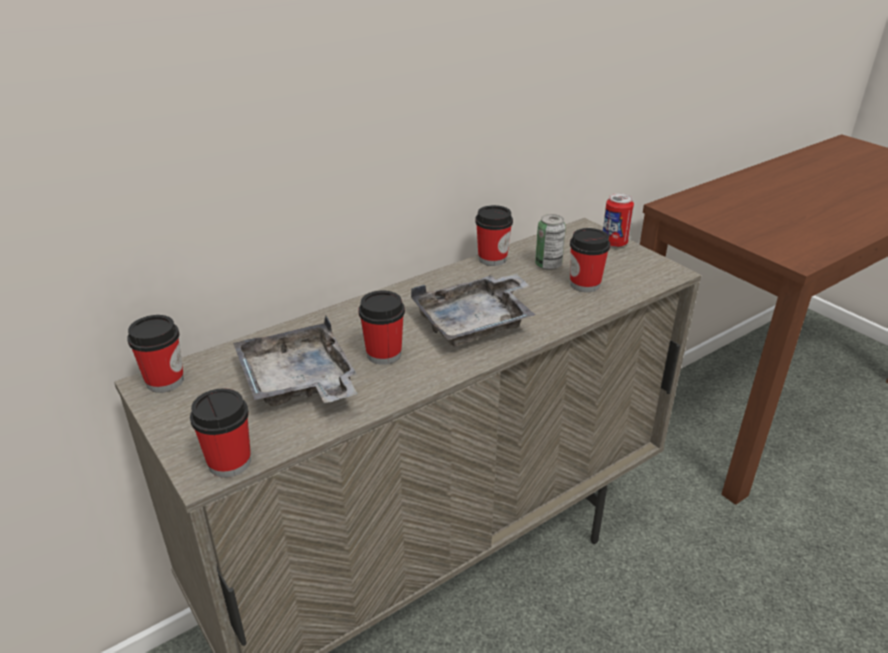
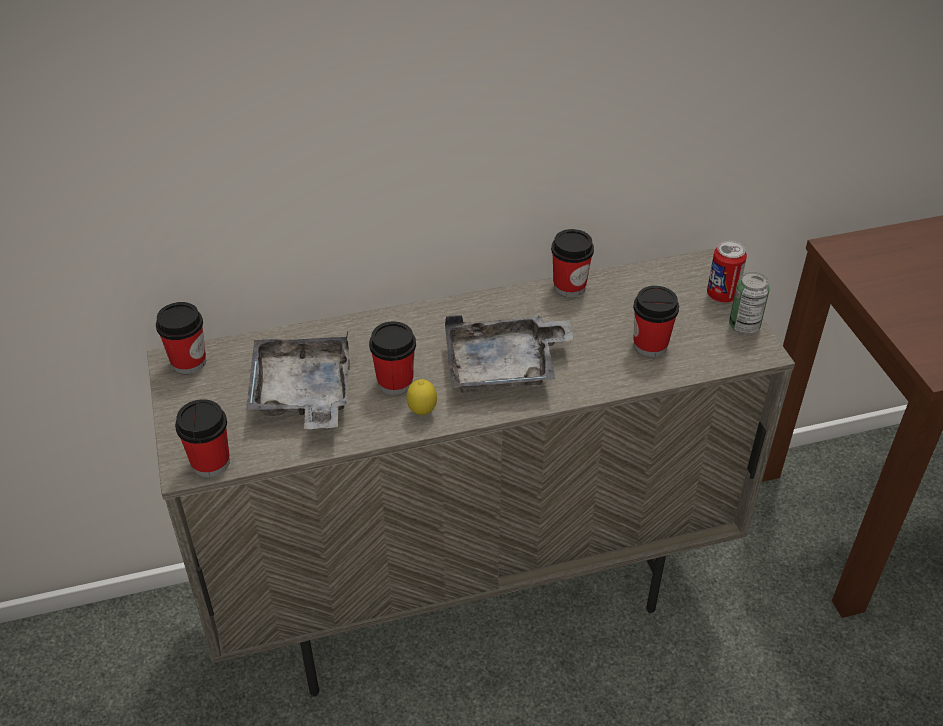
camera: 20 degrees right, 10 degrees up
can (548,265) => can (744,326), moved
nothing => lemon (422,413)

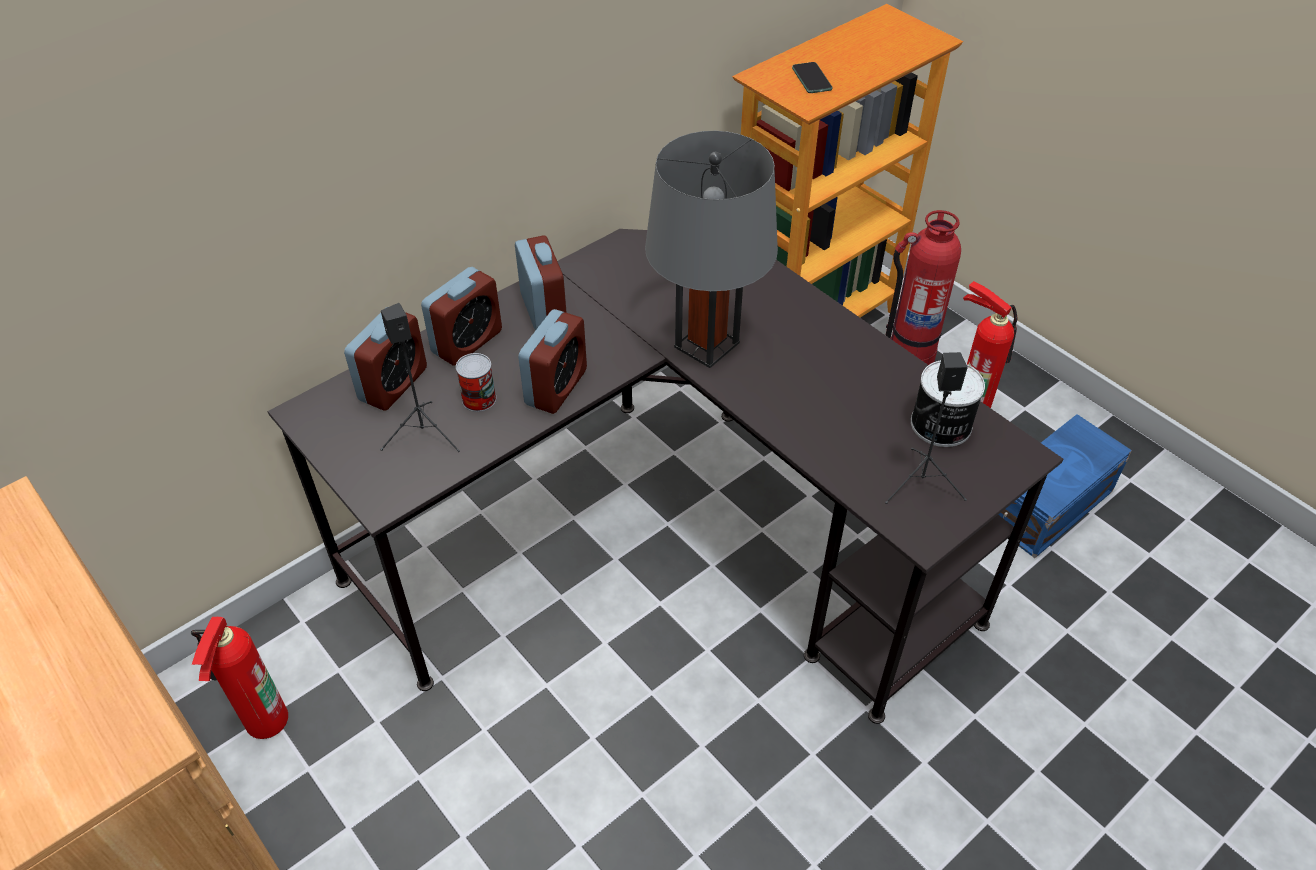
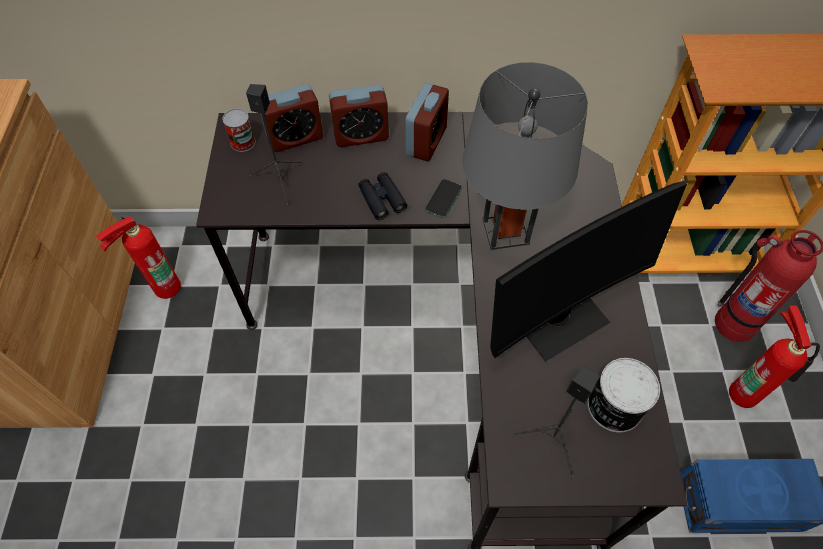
camera: 40 degrees right, 10 degrees up
can (479,399) => can (243,142), moved
alarm clock (556,387) => binoculars/black (382,199)
phone (811,79) => phone (443,199), moved
nothing => monitor (557,318)

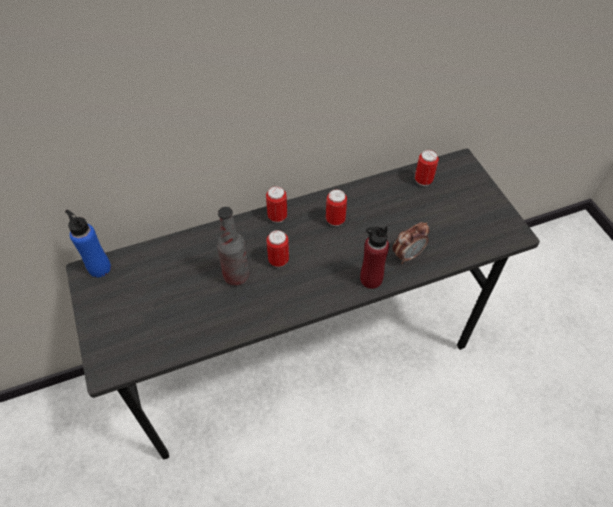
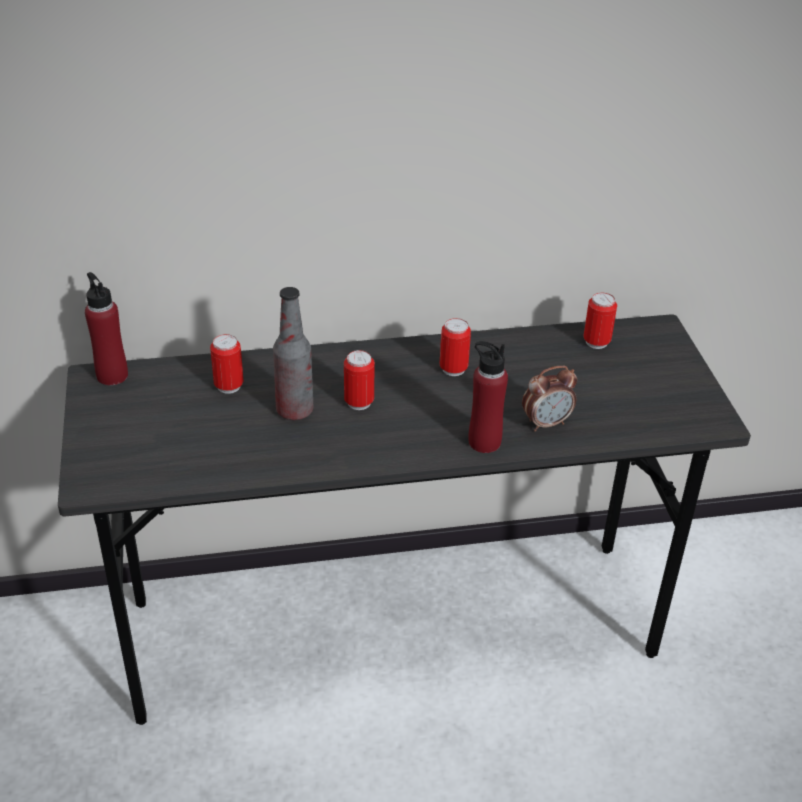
camera: 10 degrees right, 15 degrees down
bottle/blue (99,268) => bottle/red (112,375)
can (277,217) => can (229,386), moved

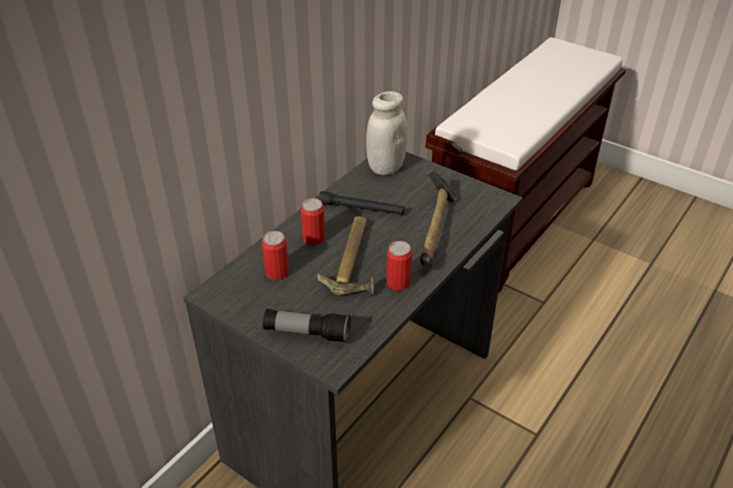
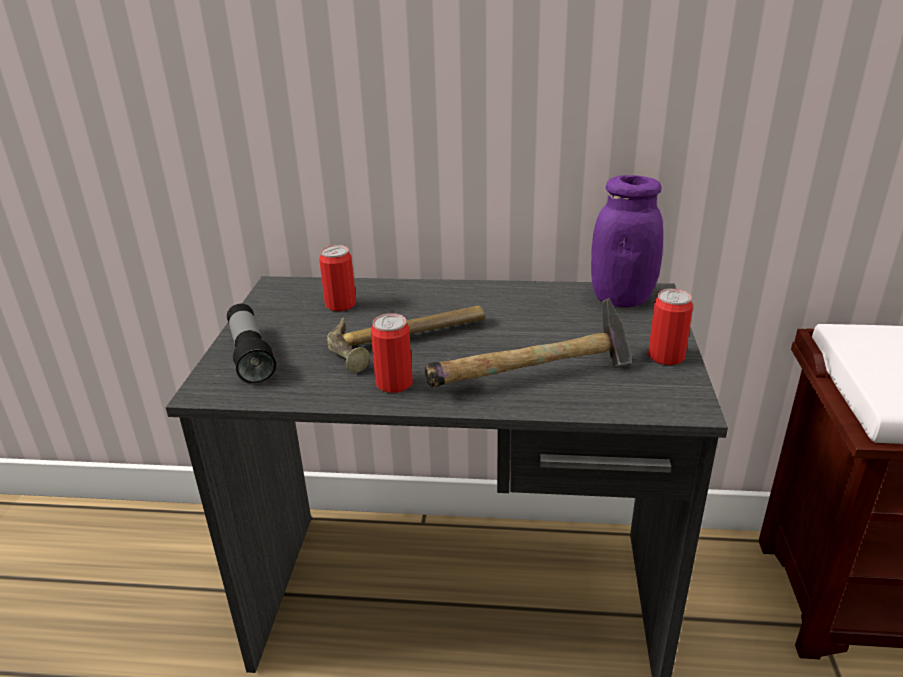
camera: 60 degrees right, 10 degrees down
can (314,238) => can (666,356), moved
flashlight/black (361,209) => nothing
jar/white (385,167) => jar/purple (621,299)

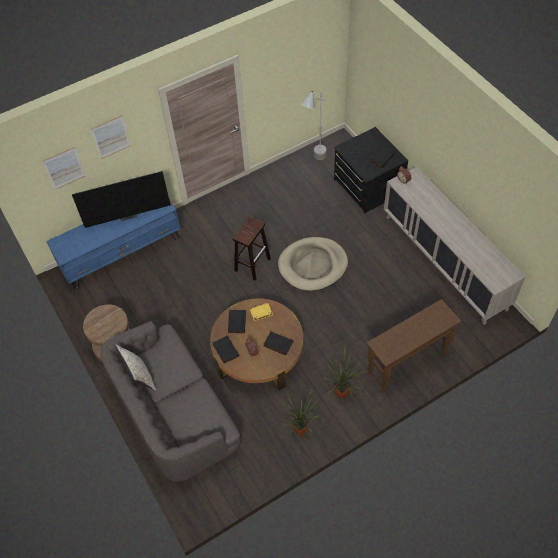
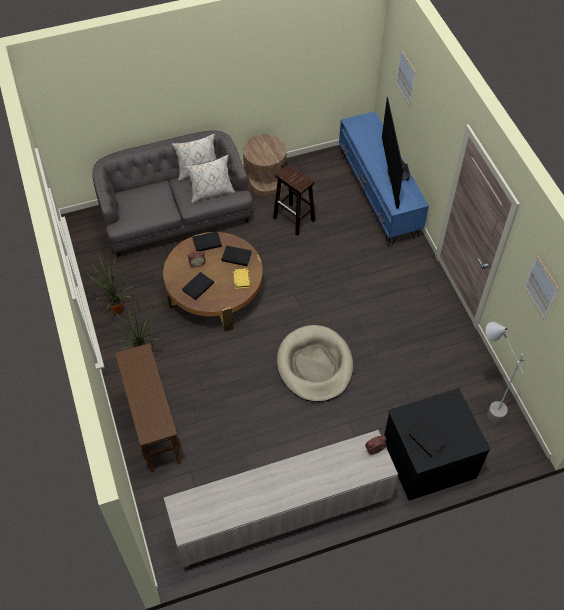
camera: 100 degrees right, 0 degrees up
picture (111,137) => picture (540,287), moved
stool/brown (252,264) => stool/brown (294,219), moved
nothing => pillow/beige (211,192)

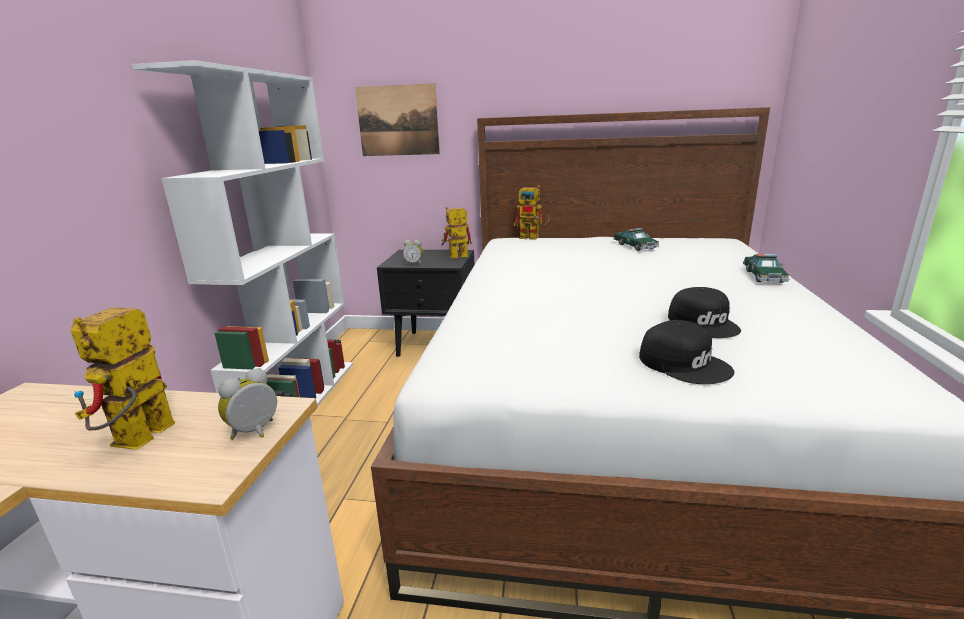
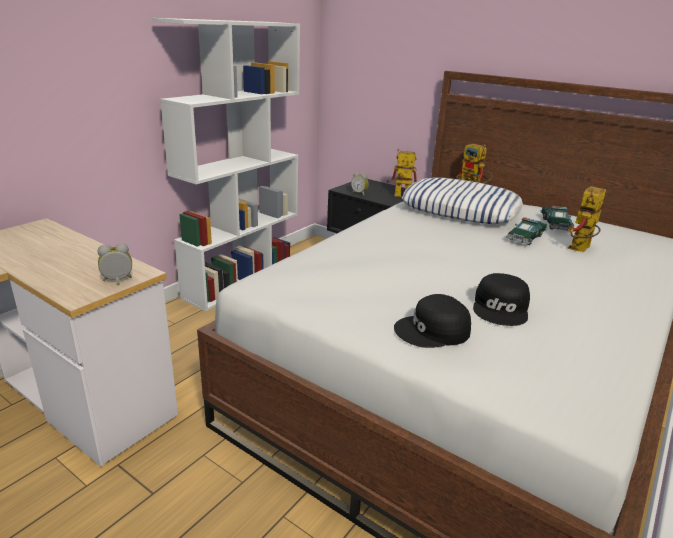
camera: 25 degrees right, 5 degrees up
toy robot (138,442) => toy robot (579,250), moved
picture (398,121) => nothing
cap/black (684,363) => cap/black (433,331), 90 degrees clockwise
toy car (763,276) => toy car (526,237), moved
nothing => pillow (461,209)

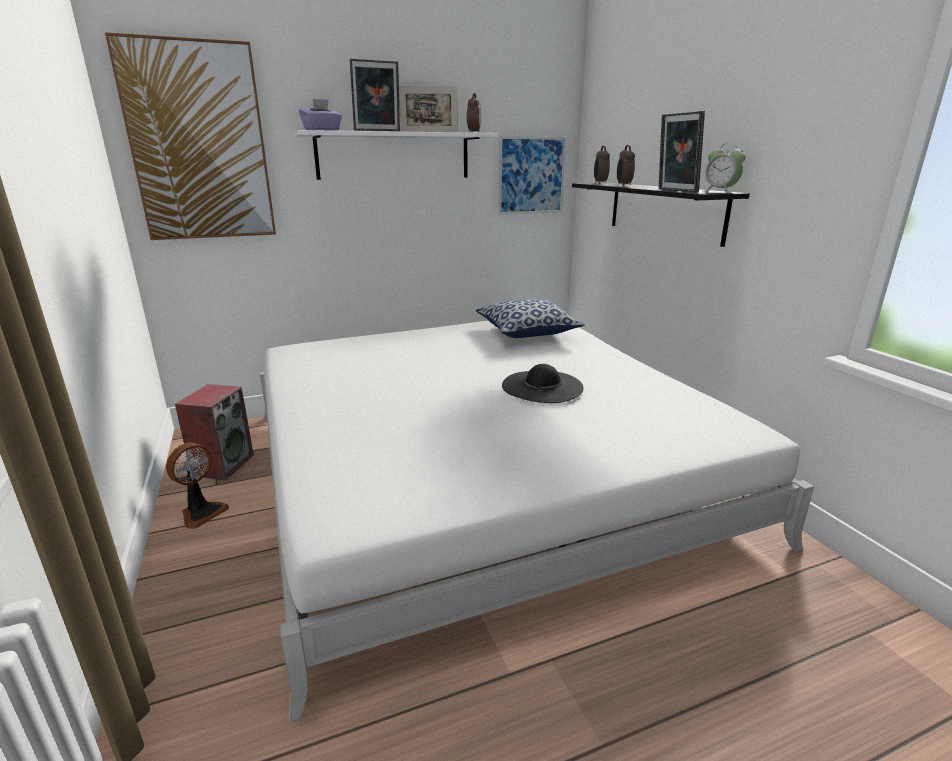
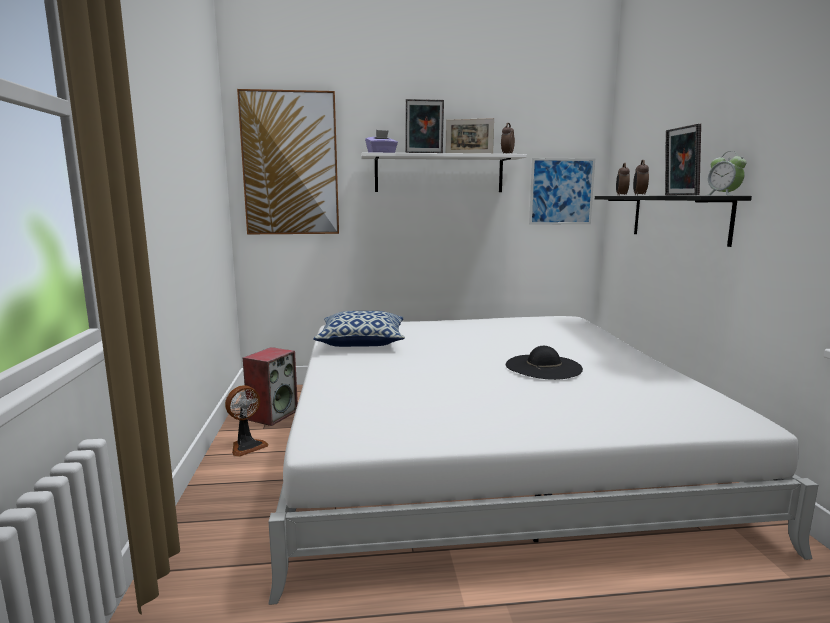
camera: 15 degrees right, 10 degrees down
pillow (527,332) => pillow (362,343), moved

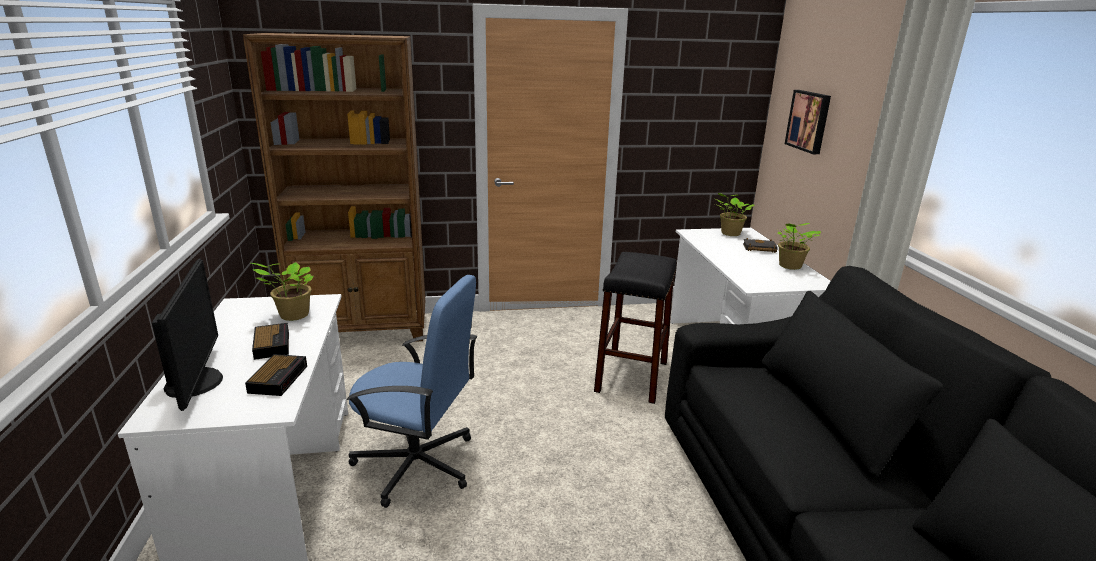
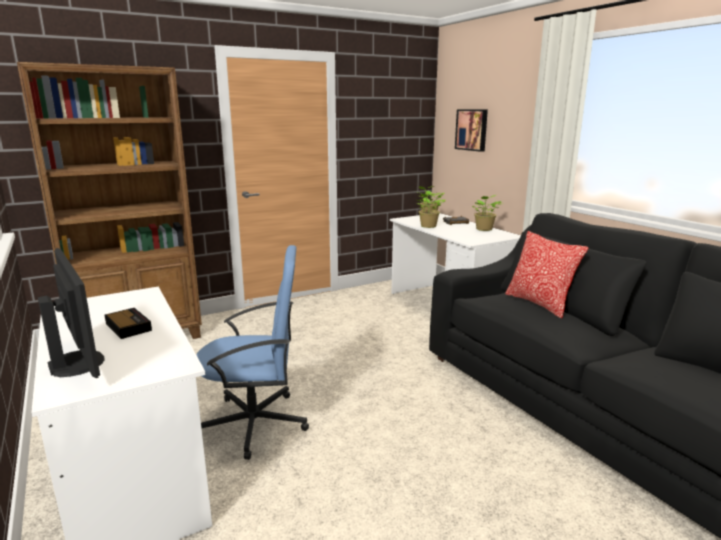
camera: 20 degrees left, 5 degrees down
alarm clock (279,378) => nothing
potted plant (292,316) => potted plant (428,226), moved
stool/black (632,376) => nothing
nothing => pillow (539,304)

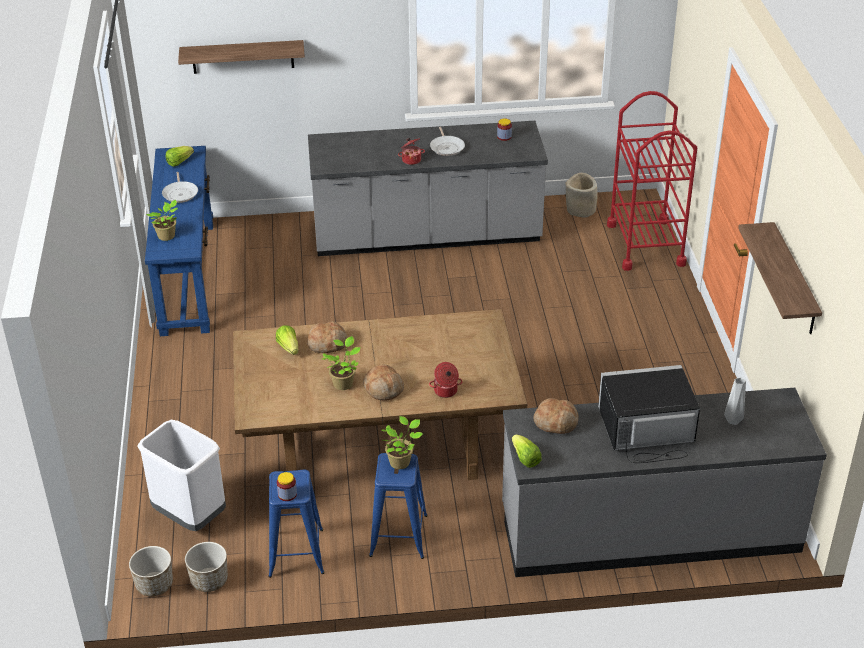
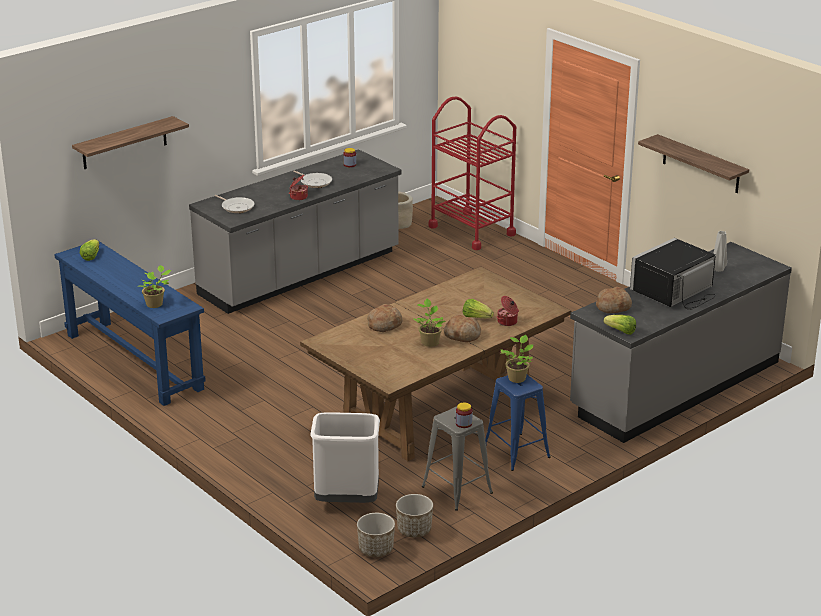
camera: 35 degrees left, 10 degrees down
frying pan (180,193) => frying pan (236,207), moved
stool/blue (296,553) => stool/grey (457,490)
lettuce (289,347) => lettuce (476,317), moved

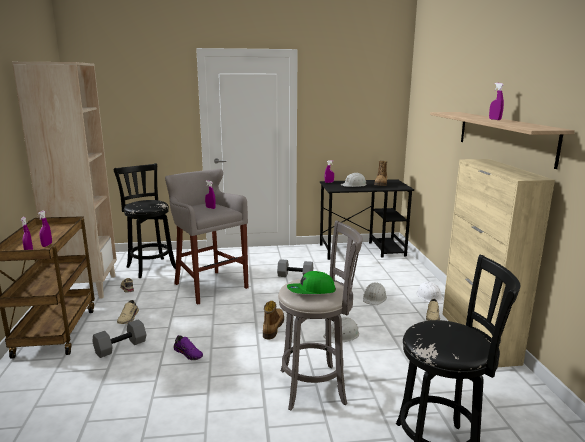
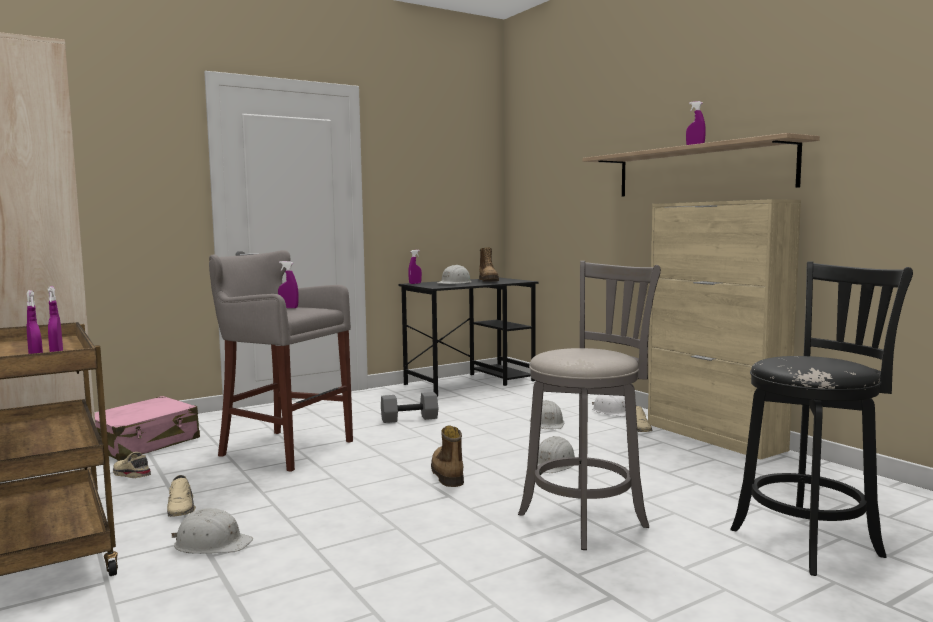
camera: 25 degrees left, 10 degrees down
dumbbell/grey (121,346) => hard hat/white (212,544)
stool/black (150,267) => suitcase/pink (144,443)
shoe/purple (189,353) => nothing
cap/green (311,291) => nothing

